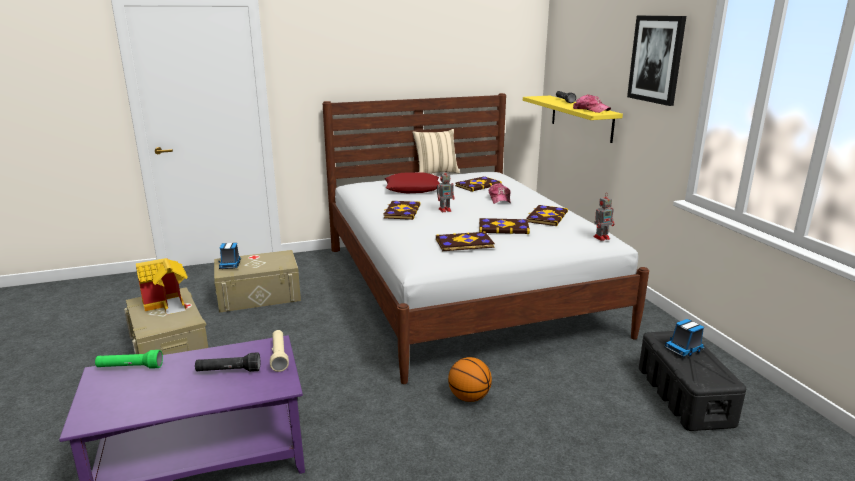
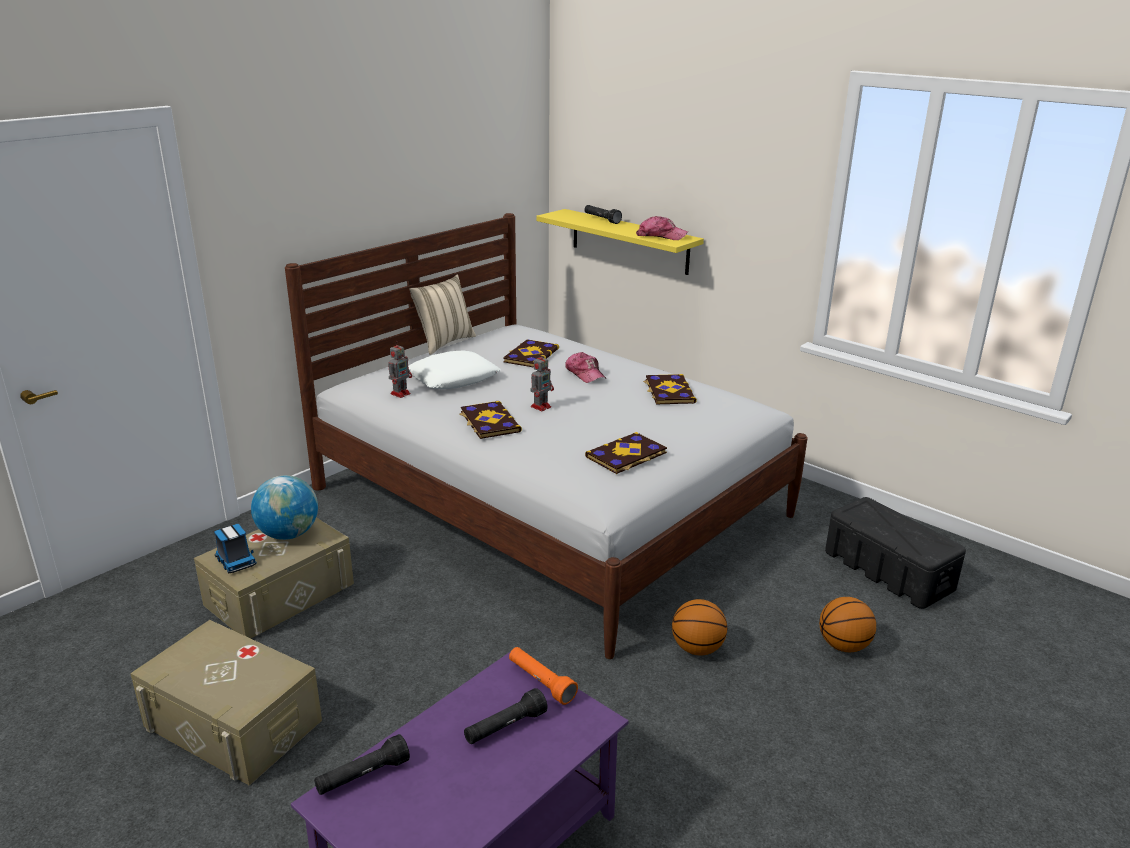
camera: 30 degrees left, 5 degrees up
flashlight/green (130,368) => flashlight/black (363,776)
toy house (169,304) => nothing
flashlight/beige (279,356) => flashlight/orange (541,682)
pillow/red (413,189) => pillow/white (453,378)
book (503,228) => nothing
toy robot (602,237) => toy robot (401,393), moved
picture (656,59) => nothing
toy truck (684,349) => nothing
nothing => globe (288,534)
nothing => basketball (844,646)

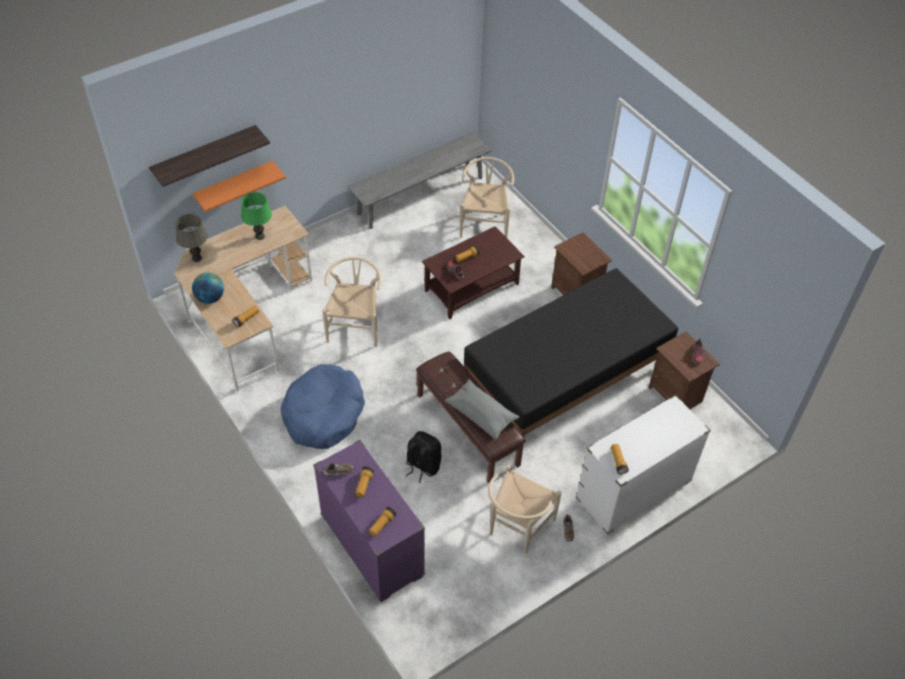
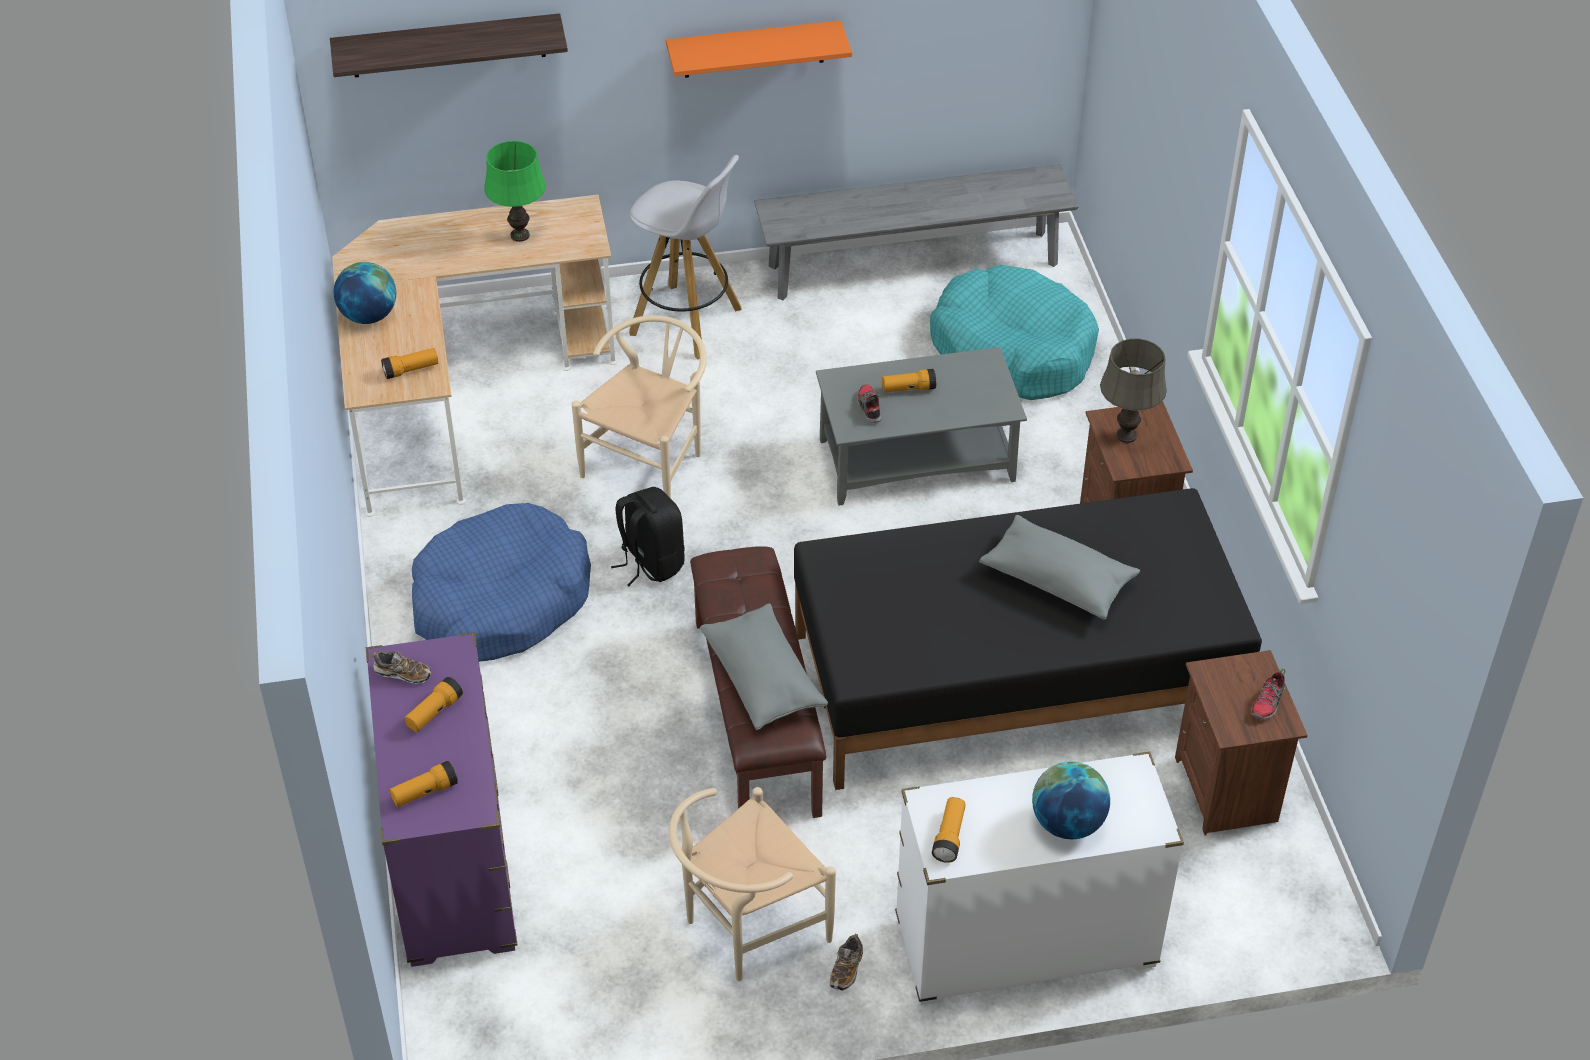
camera: 25 degrees right, 5 degrees down
table lamp/grey (197,258) => table lamp/grey (1127,435), moved
shelf/orange (234,185) => shelf/orange (754,49), moved
backpack/black (422,466) => backpack/black (650,562), moved
coffee table/brown (471,288) => coffee table/grey (915,461)
chair/beige (485,223) => dog bed/turquoise (1013,350)
nothing => stool/white (688,322)
nothing => pillow/grey (1057,580)
nothing => globe (1067,823)

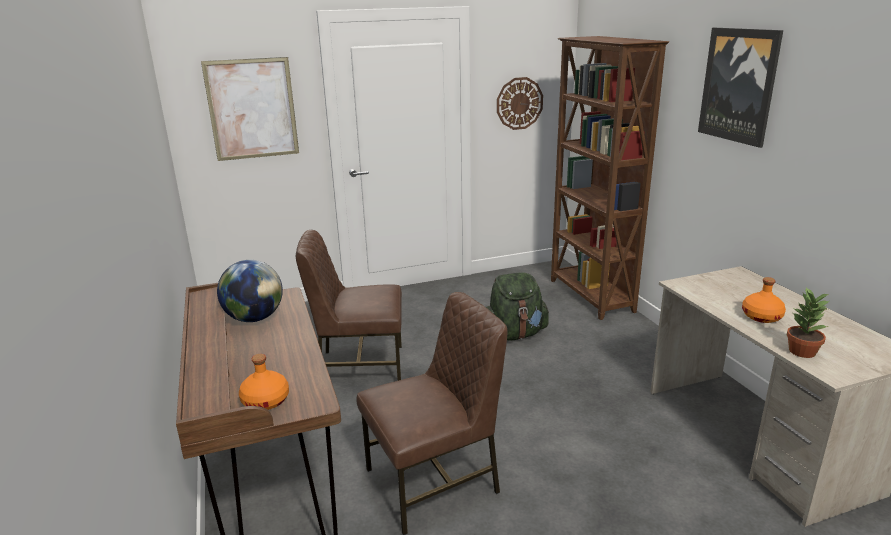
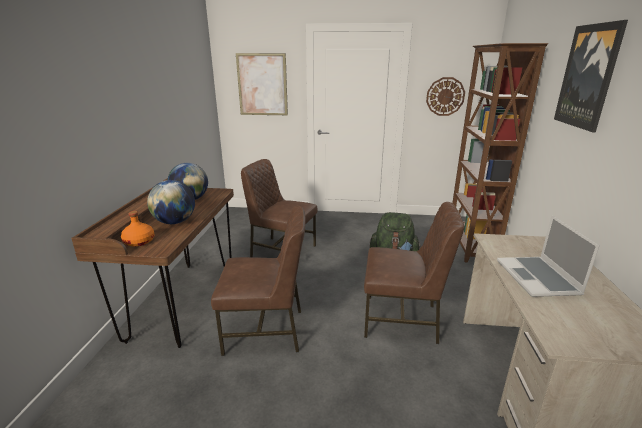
camera: 25 degrees right, 0 degrees up
bottle/orange (762,317) => laptop (538,278)
potted plant (801,351) => nothing
nothing => globe (175,222)
nothing => chair/brown (402,320)

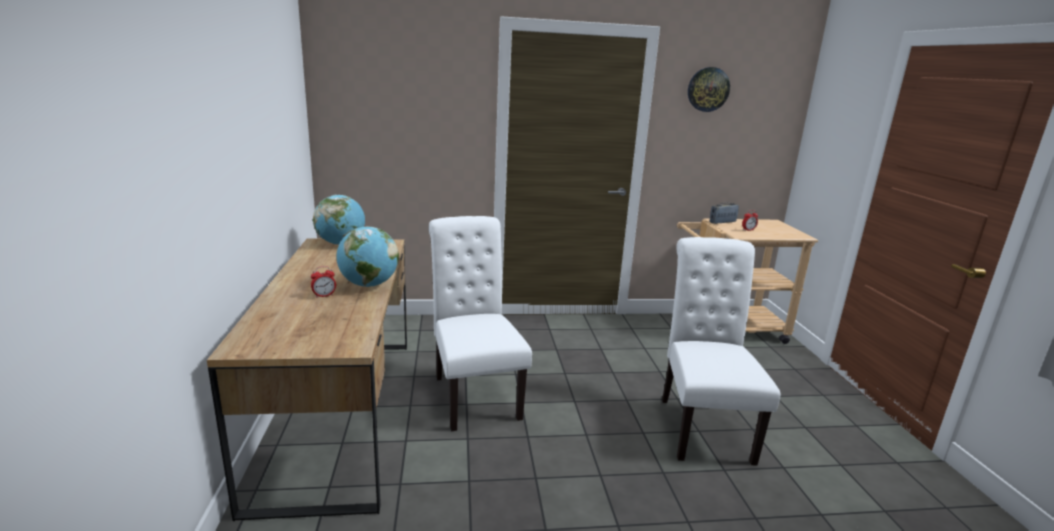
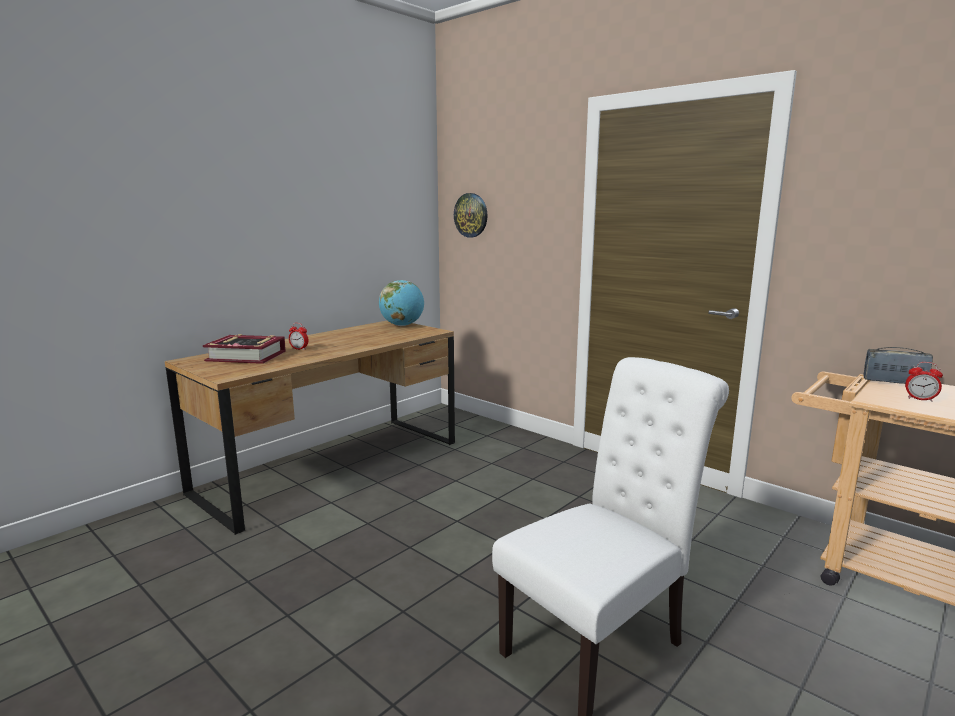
camera: 50 degrees right, 5 degrees down
globe (368,285) => nothing
chair/white (473,394) => nothing
wall clock (708,89) => wall clock (471,215), moved
nothing => book (246,356)

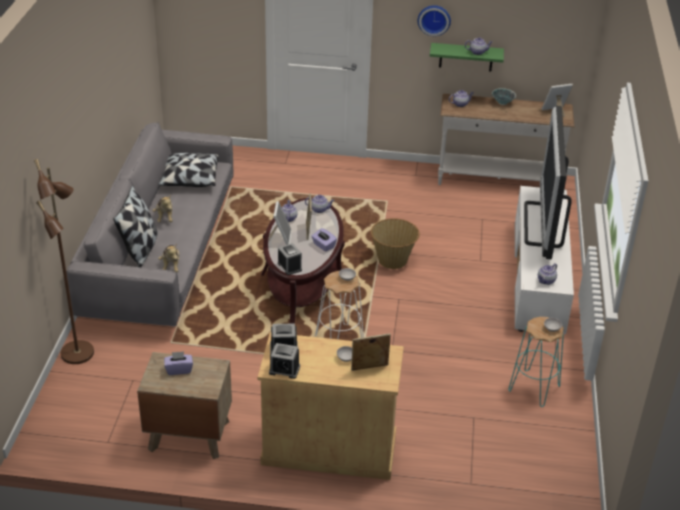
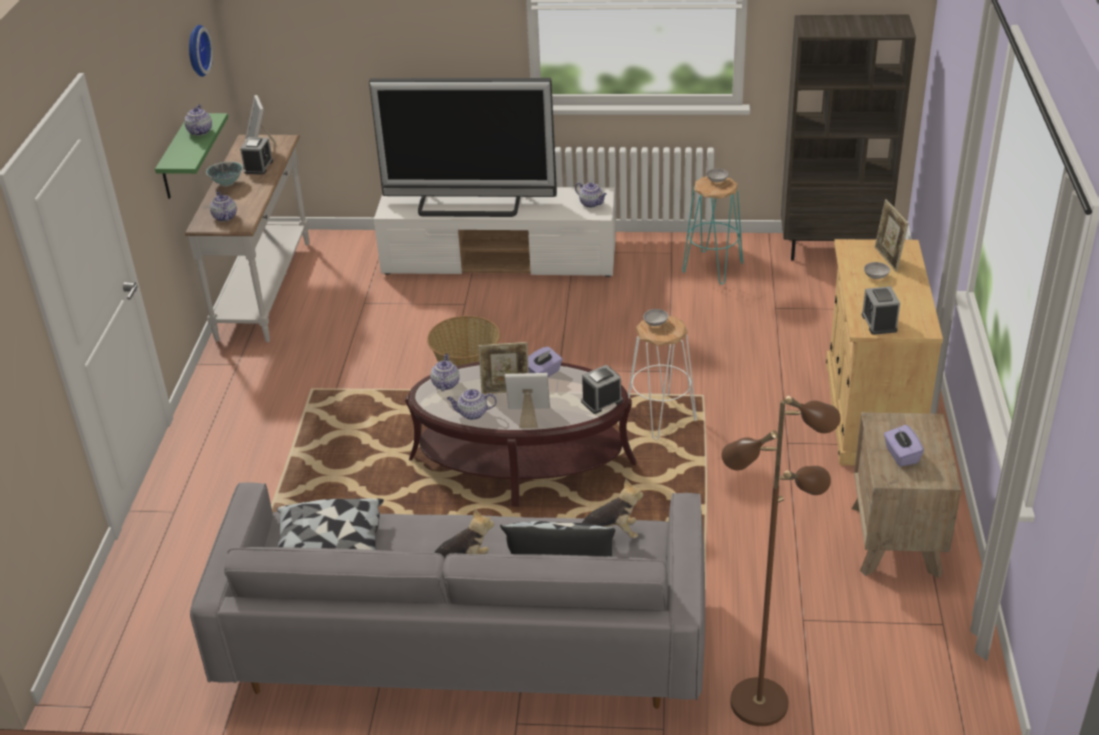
camera: 90 degrees left, 0 degrees up
alarm clock (284,370) => alarm clock (258,166), moved
wall clock (434,19) => wall clock (196,50), moved
nothing => bookcase/brown (833,249)

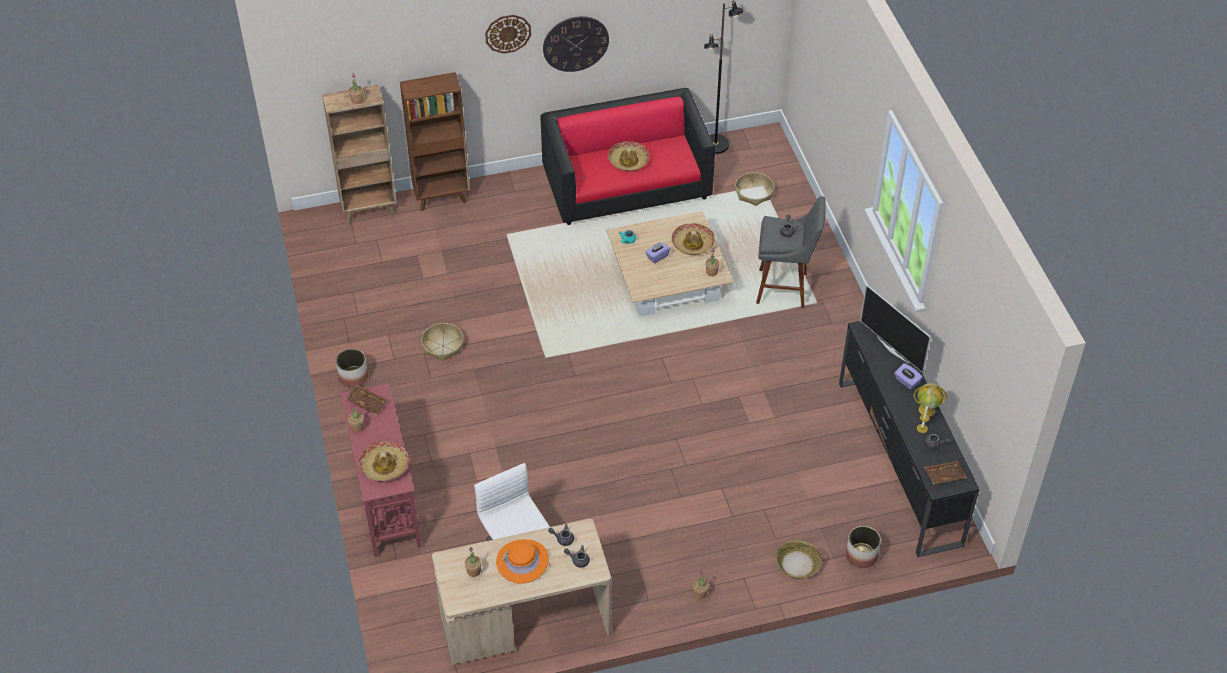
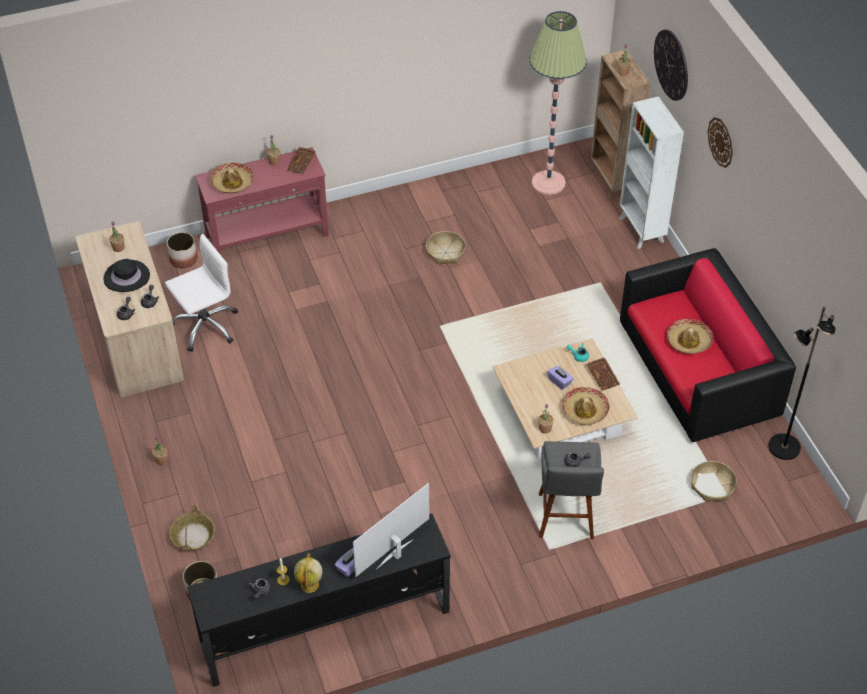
camera: 85 degrees right, 0 degrees up
planter (353,377) => planter (183,259), moved
bookcase/brown (442,197) => bookcase/white (641,230)
hat/orange (522,561) => hat/black (126,277)
wall clock (575,43) => wall clock (671,65), moved
tray/brown (944,475) => tray/brown (603,377), moved
nothing => floor lamp (548,183)

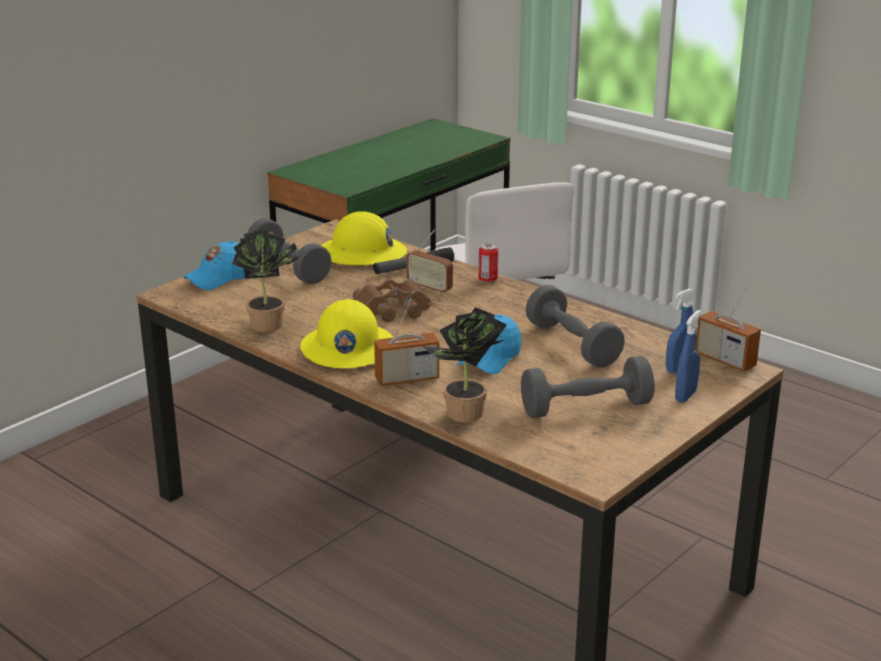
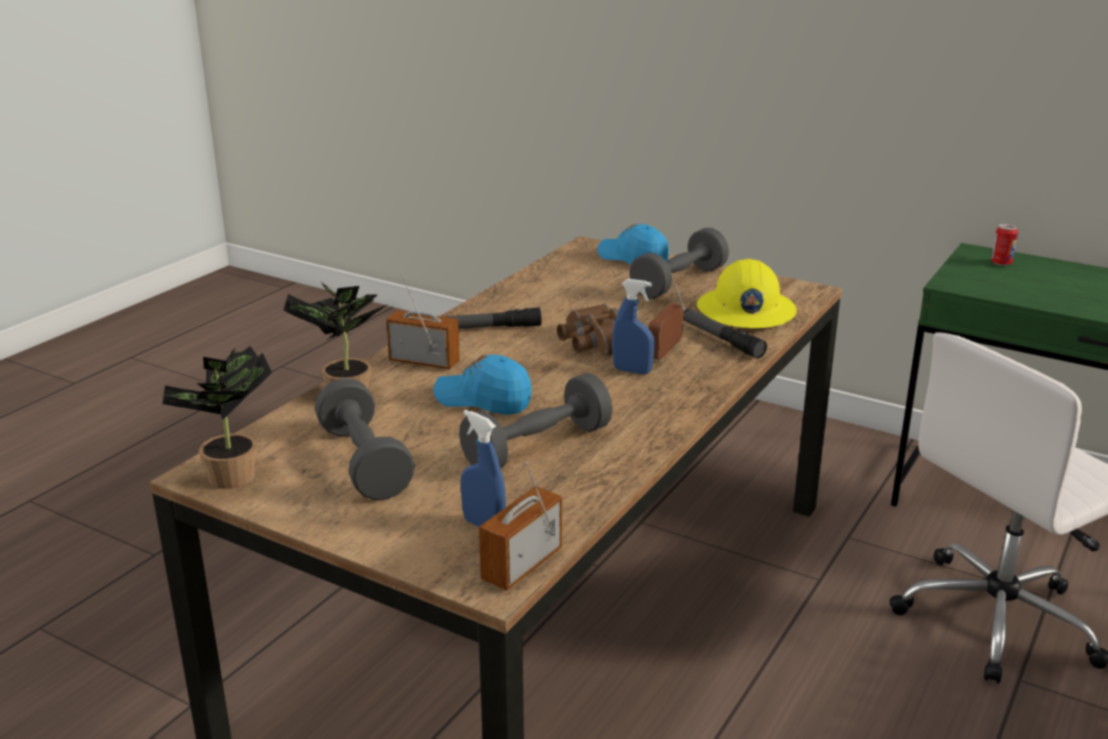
camera: 80 degrees right, 0 degrees up
potted plant (271,325) => potted plant (229,480), moved
hard hat/yellow (347,348) => flashlight (489,328)
radio (407,379) => radio (424,361), 135 degrees clockwise
can (488,279) => can (1001,263), moved
spray bottle/blue (685,396) => spray bottle/blue (632,371), moved

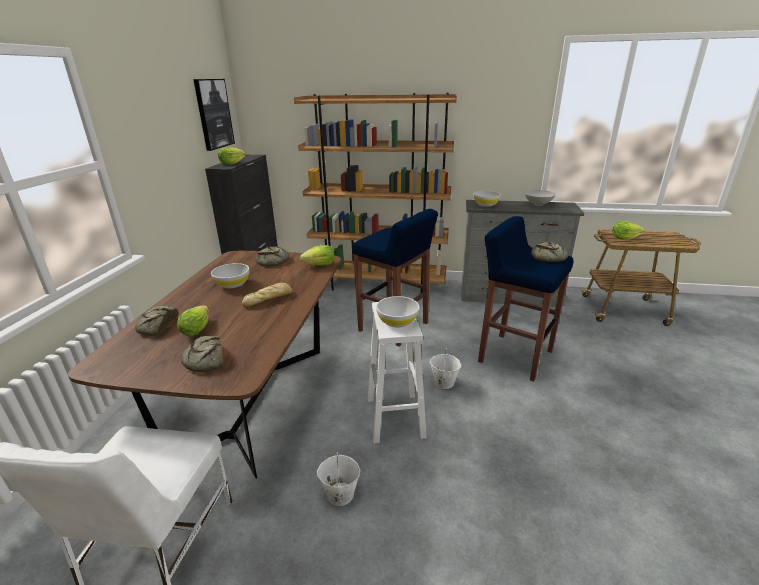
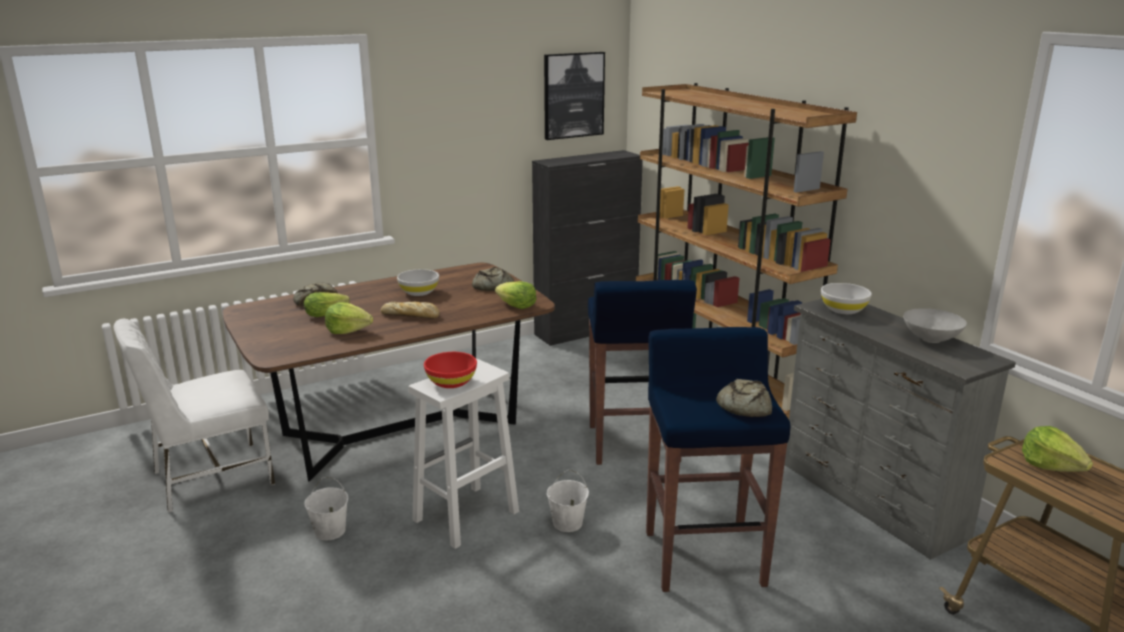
camera: 50 degrees right, 5 degrees down
bread (205,360) => nothing
lettuce (231,163) => lettuce (348,330), moved
bowl/white (397,321) => bowl/red (451,382)

